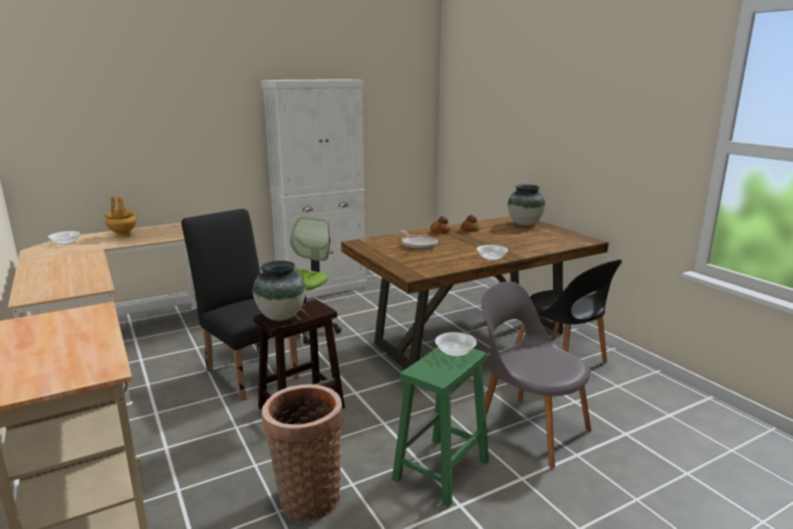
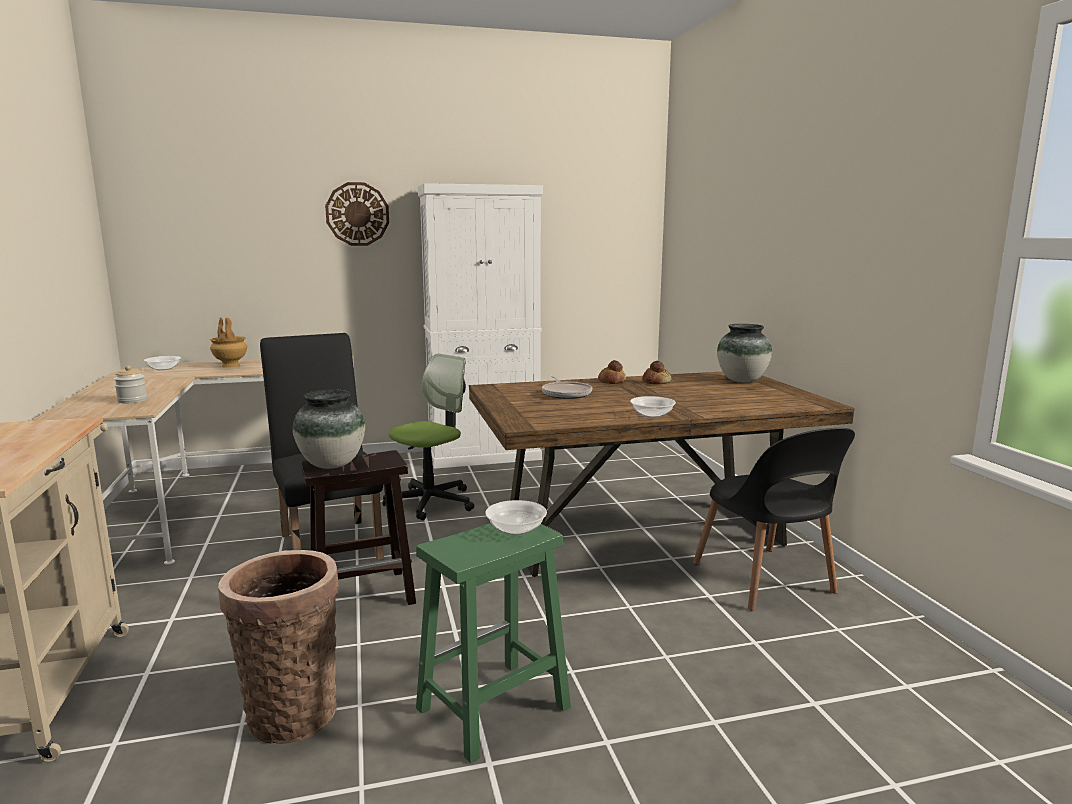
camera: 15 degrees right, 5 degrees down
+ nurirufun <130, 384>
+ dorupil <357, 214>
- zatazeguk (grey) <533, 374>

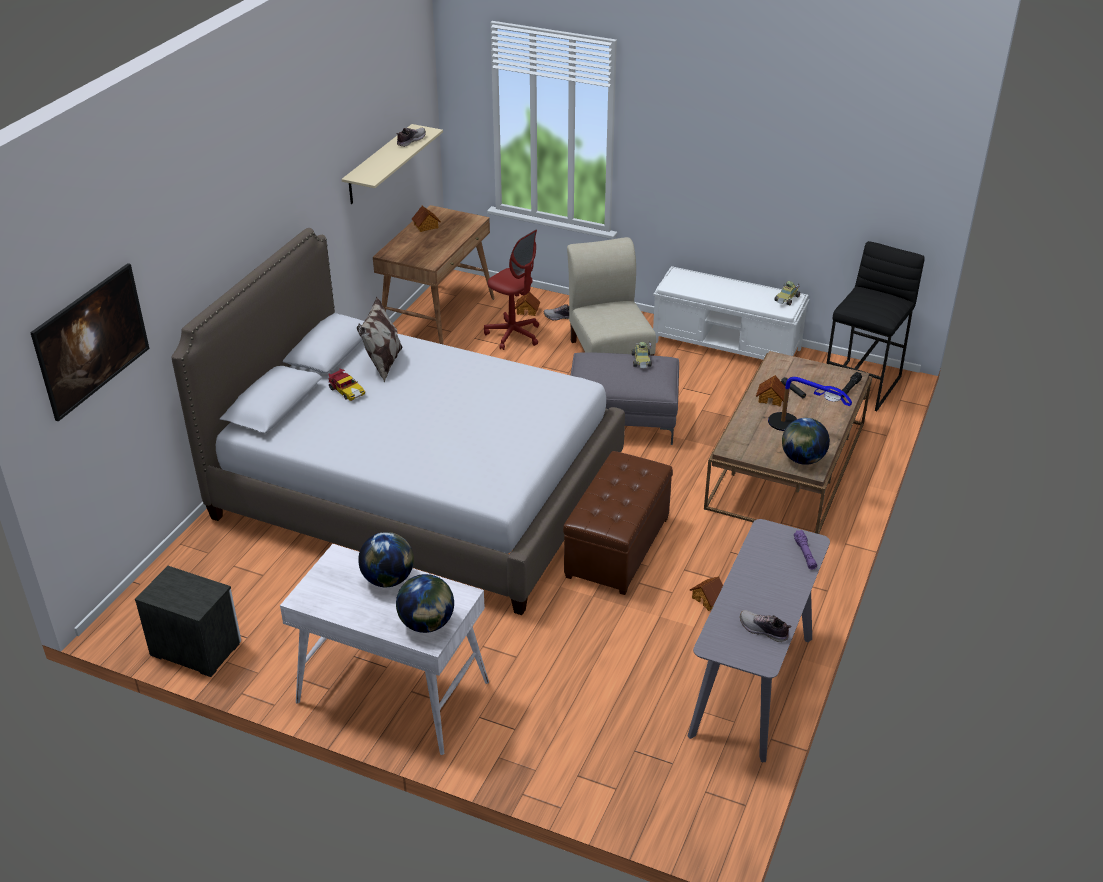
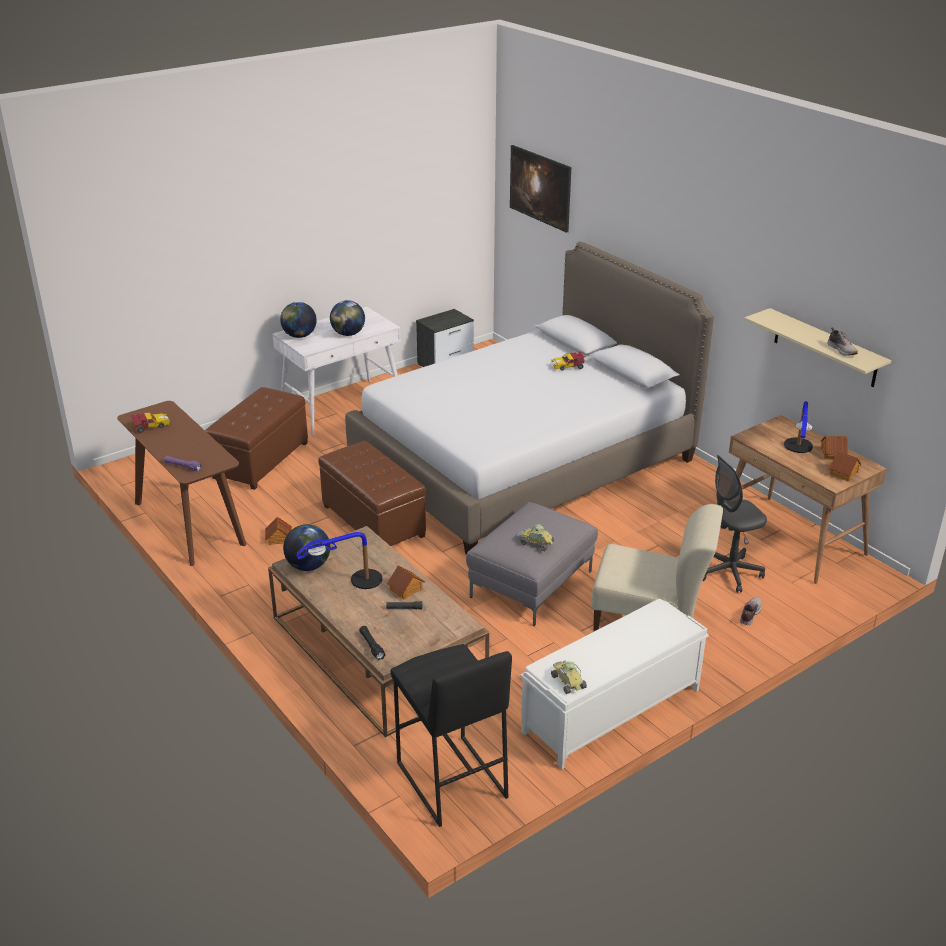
camera: 120 degrees right, 5 degrees down
~ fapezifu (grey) <759, 640> to fapezifu (brown) <182, 483>
~ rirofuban <765, 626> to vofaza <150, 422>
+ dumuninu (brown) <256, 438>
~ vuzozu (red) <511, 290> to vuzozu (grey) <735, 524>
+ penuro <798, 427>
~ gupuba <527, 304> to <845, 466>
- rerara <380, 339>

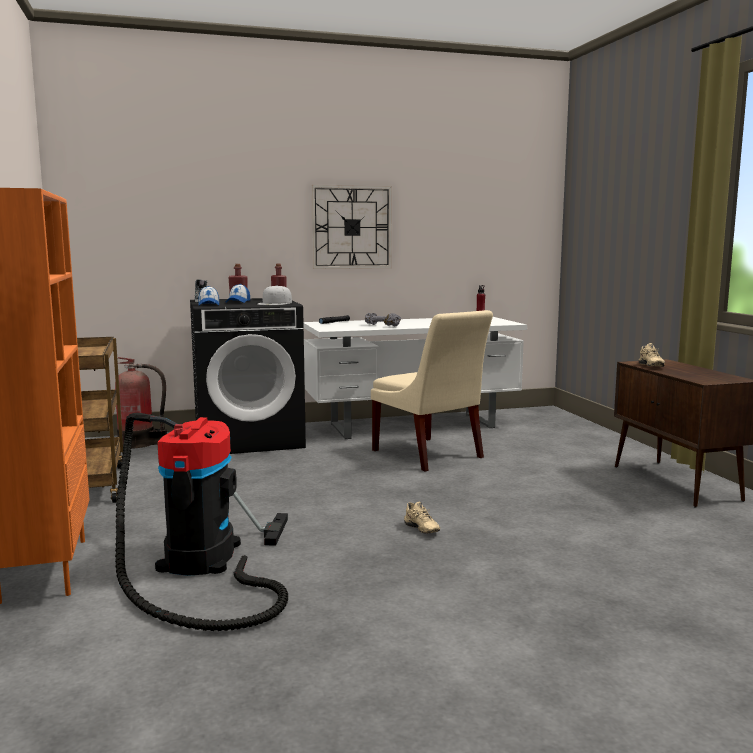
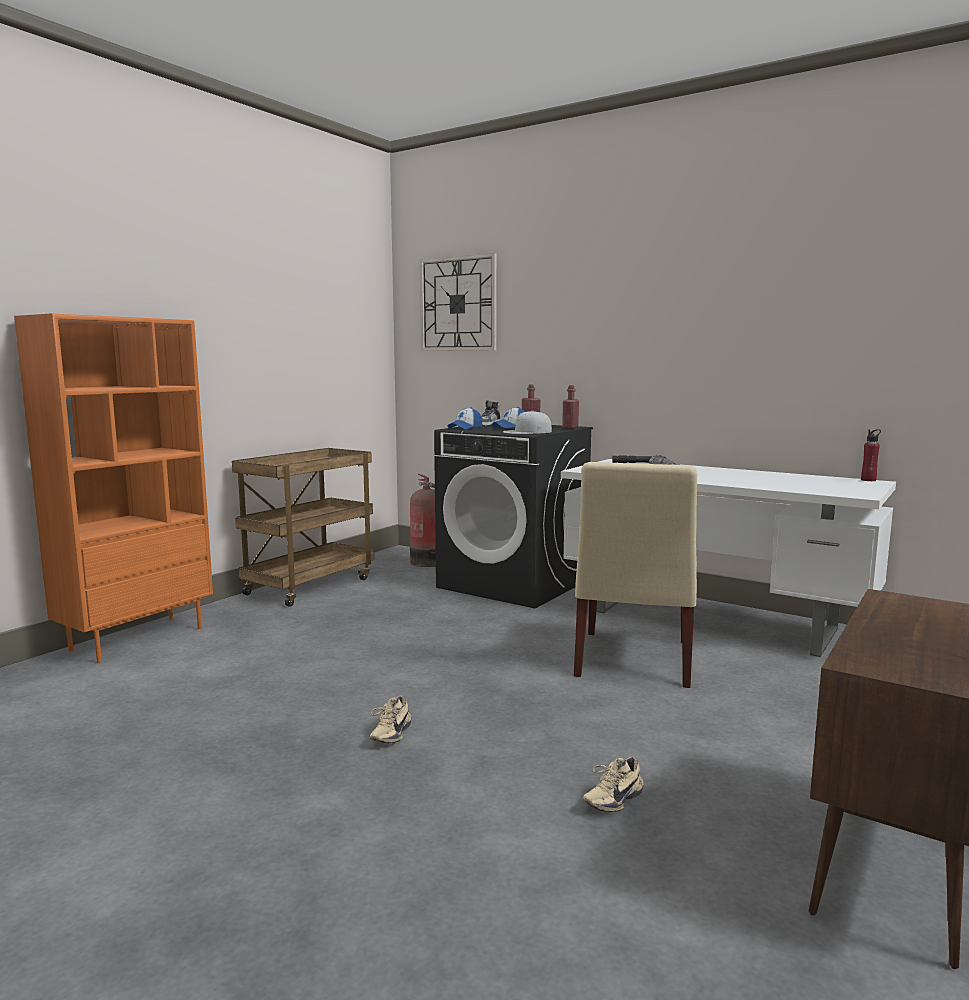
camera: 50 degrees right, 0 degrees up
~ dorupil <351, 227> to <458, 302>
~ rirofuban (beige) <652, 355> to <613, 784>
- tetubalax <201, 522>

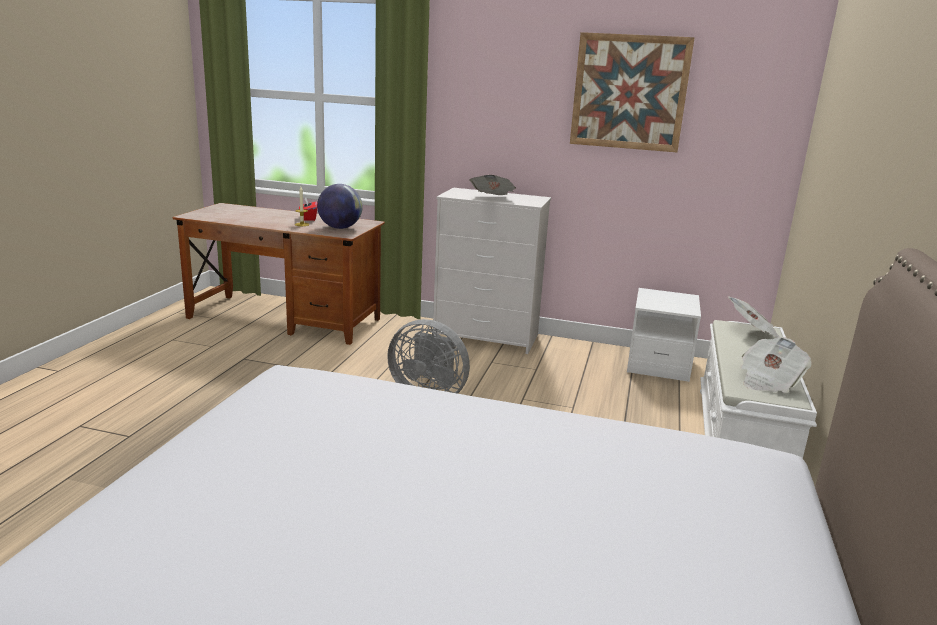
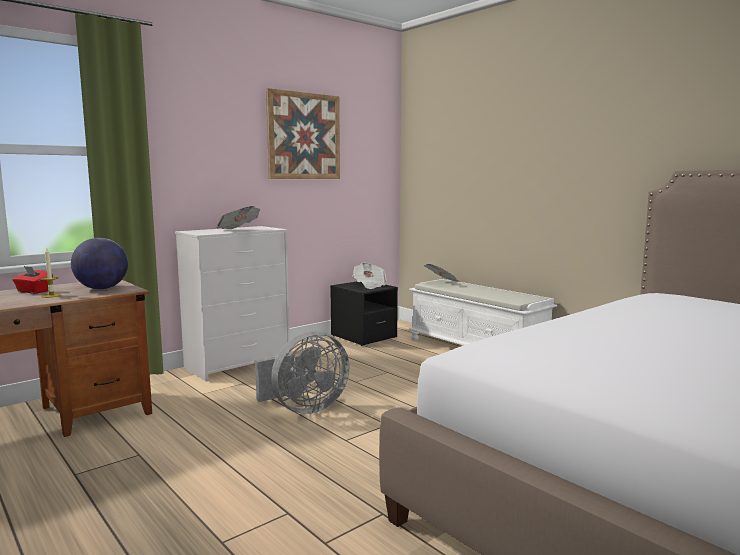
camera: 55 degrees left, 10 degrees down
~ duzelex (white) <664, 335> to duzelex (black) <364, 314>
~ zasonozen <776, 365> to <369, 276>

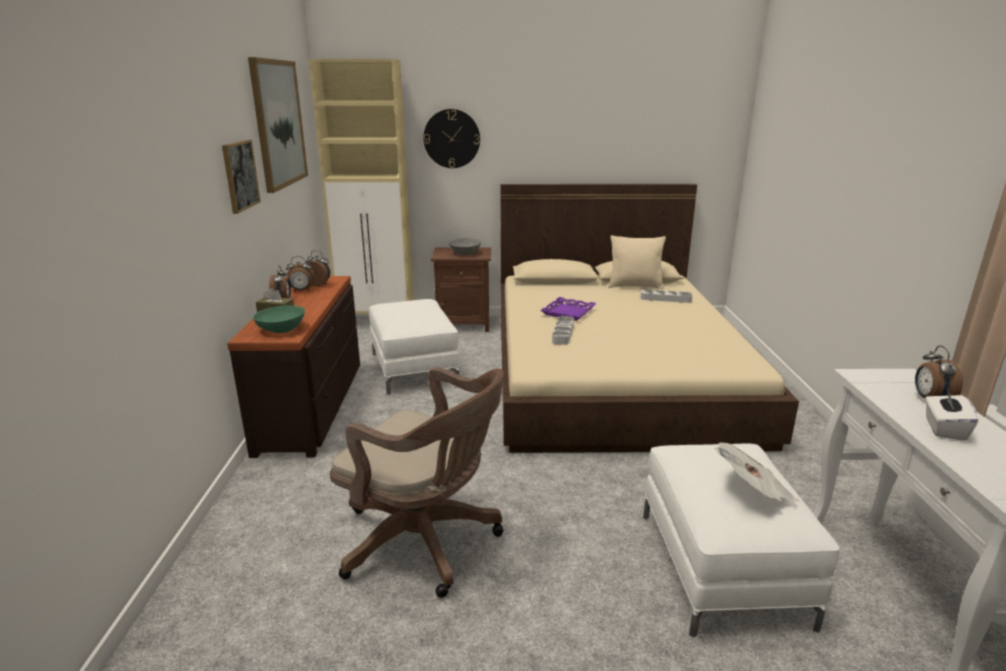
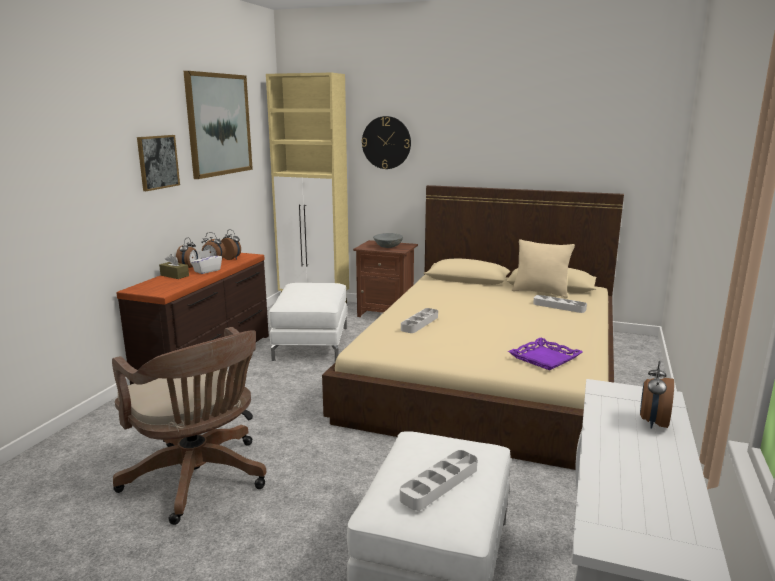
camera: 20 degrees right, 5 degrees down
~ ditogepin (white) <951, 414> to <206, 262>
~ zasonozen <756, 472> to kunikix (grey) <438, 480>
~ kunikix (purple) <569, 309> to <545, 353>
- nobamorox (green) <279, 319>

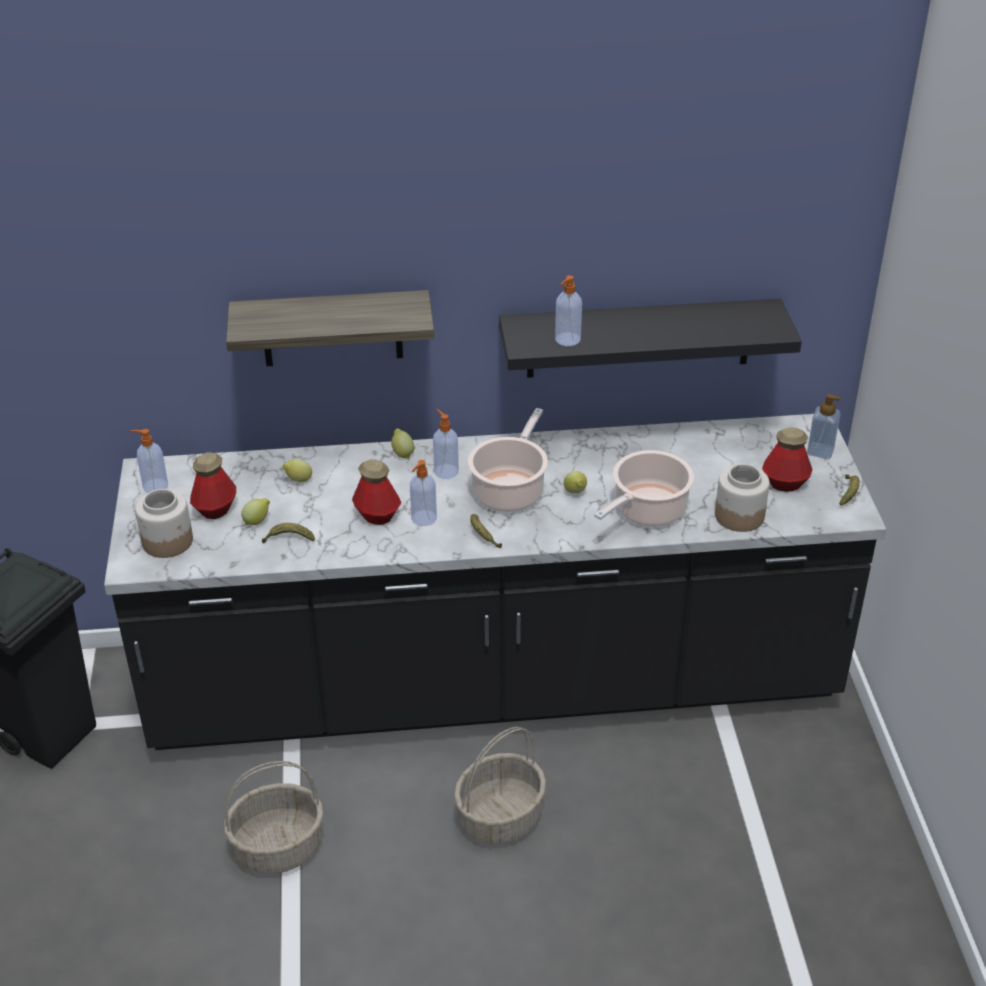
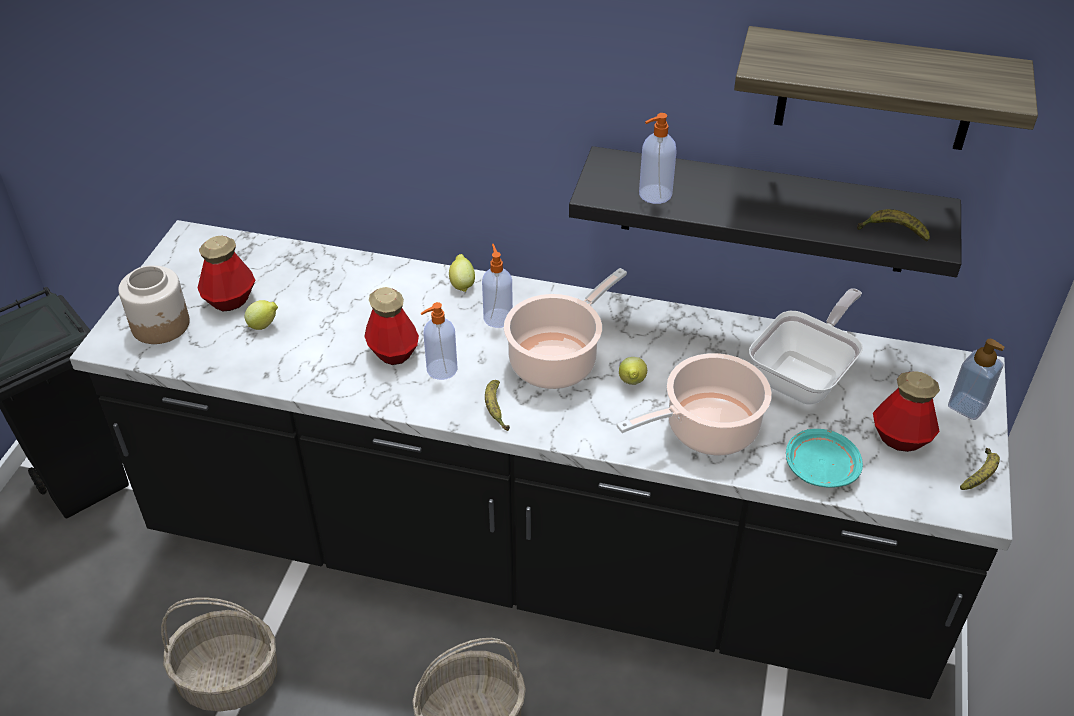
camera: 20 degrees right, 5 degrees up
~ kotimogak <330, 328> to <886, 88>
+ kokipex <806, 346>
~ nurirufun <742, 498> to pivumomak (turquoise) <824, 458>
~ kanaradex <288, 533> to <893, 225>
- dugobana <149, 461>
- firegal <297, 470>

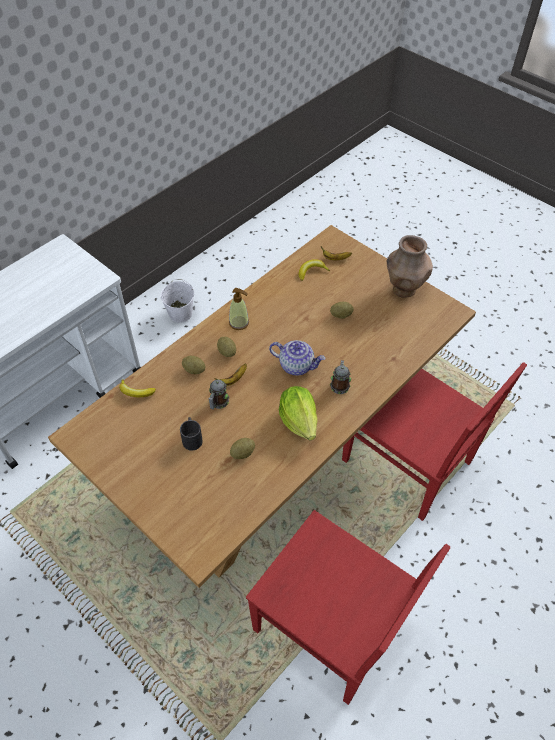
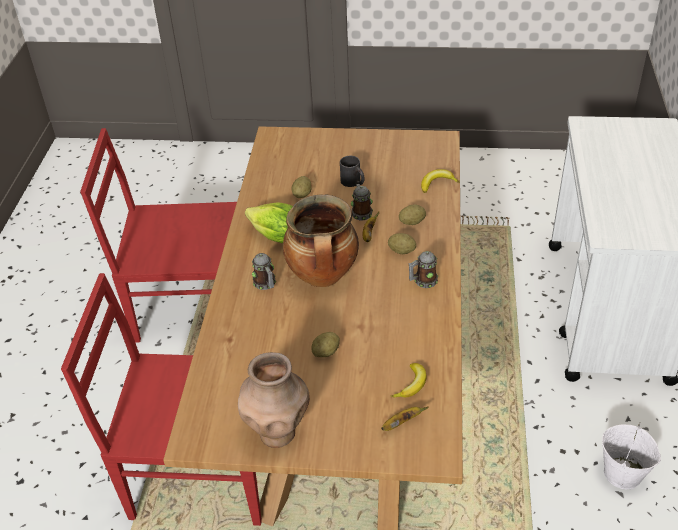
camera: 145 degrees right, 10 degrees down
~ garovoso <297, 357> to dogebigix <321, 241>
~ dugobana <239, 309> to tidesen <423, 269>

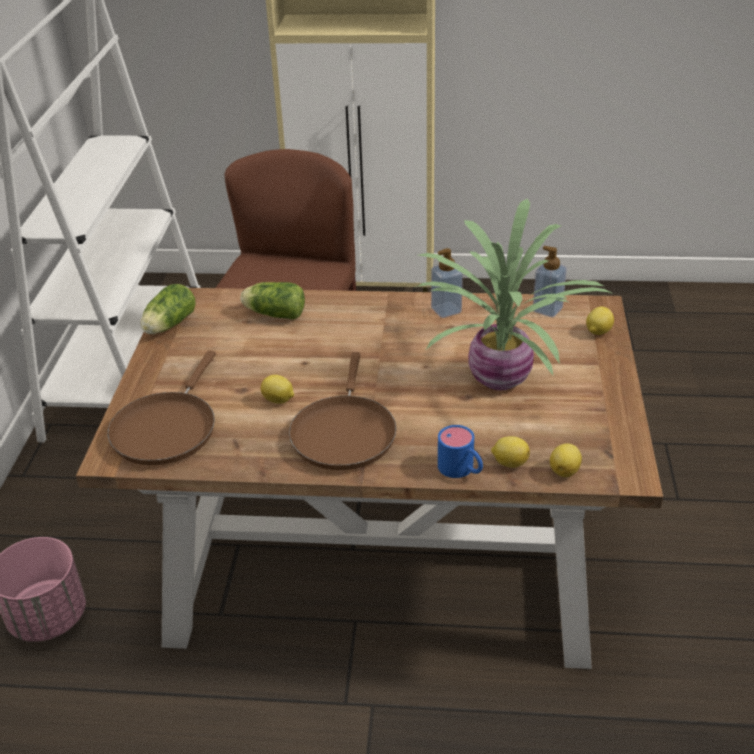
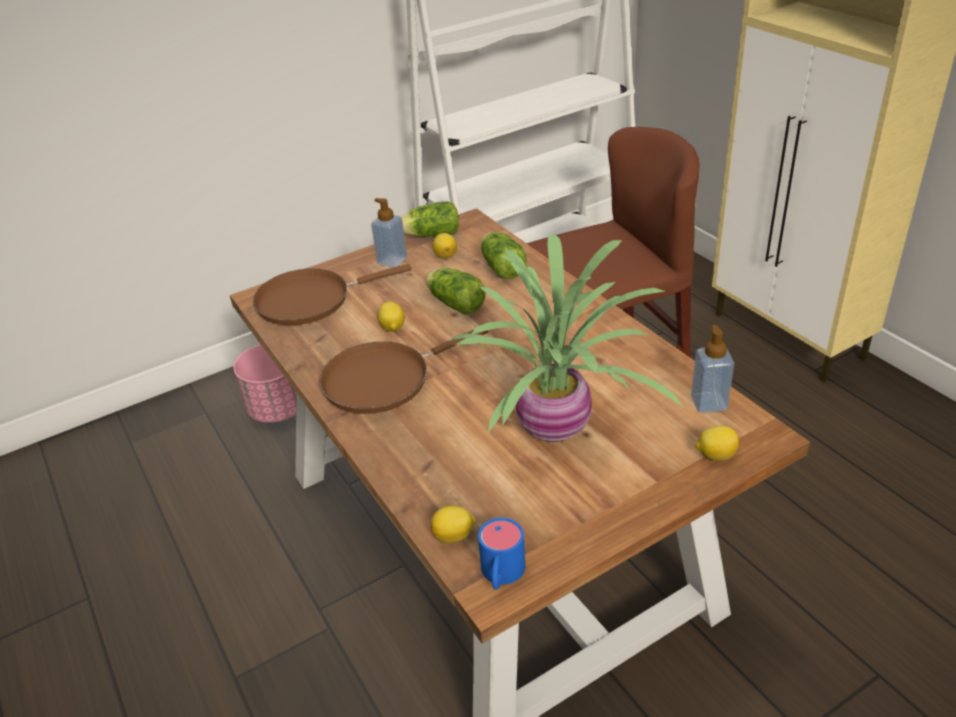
camera: 55 degrees right, 0 degrees up
~ dugobana <447, 283> to <389, 233>
+ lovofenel <456, 291>
~ firegal <510, 452> to <444, 246>
~ tidesen (blue) <460, 451> to <501, 554>

